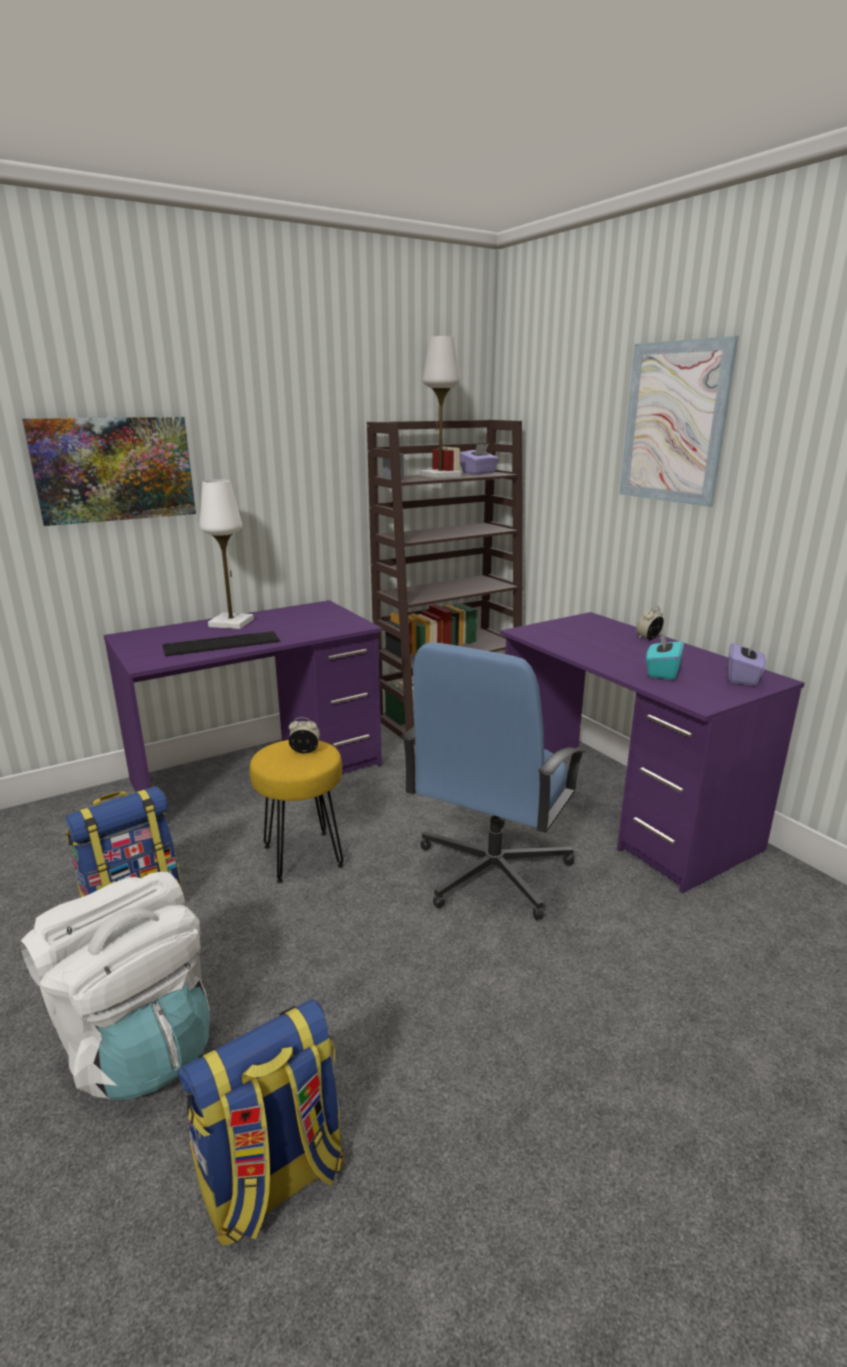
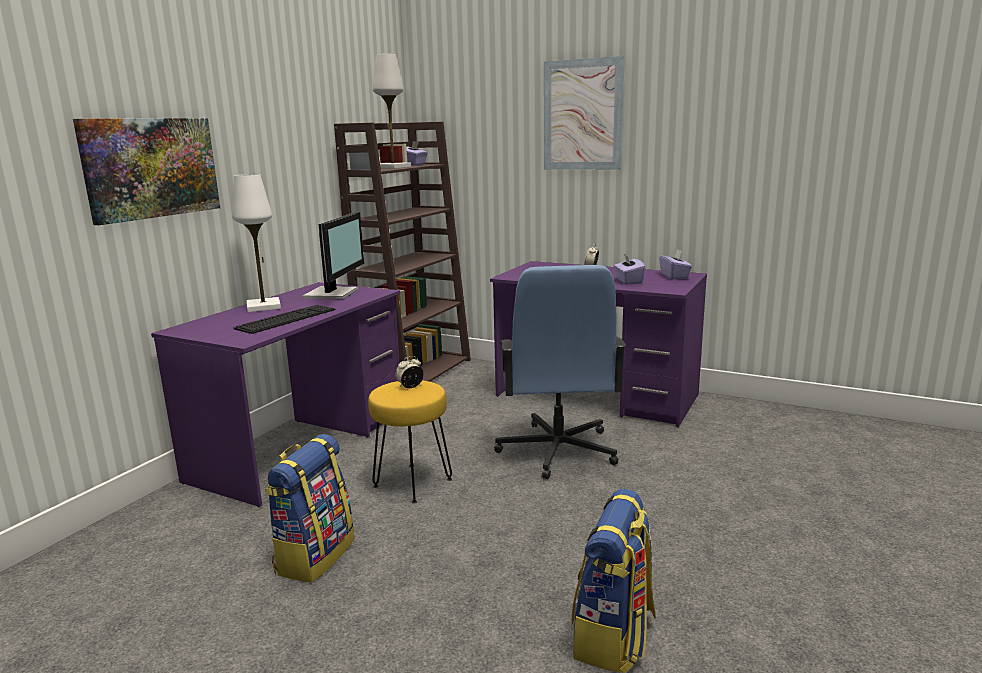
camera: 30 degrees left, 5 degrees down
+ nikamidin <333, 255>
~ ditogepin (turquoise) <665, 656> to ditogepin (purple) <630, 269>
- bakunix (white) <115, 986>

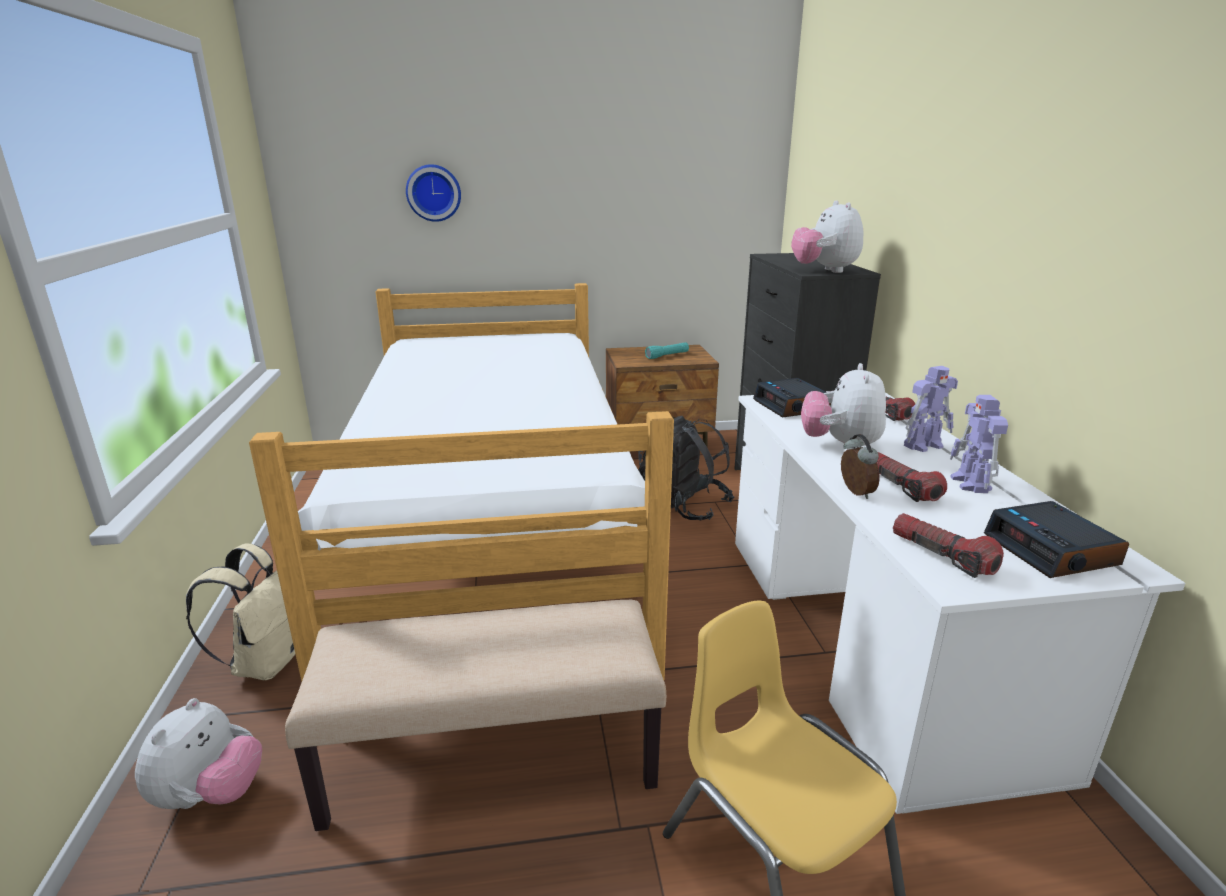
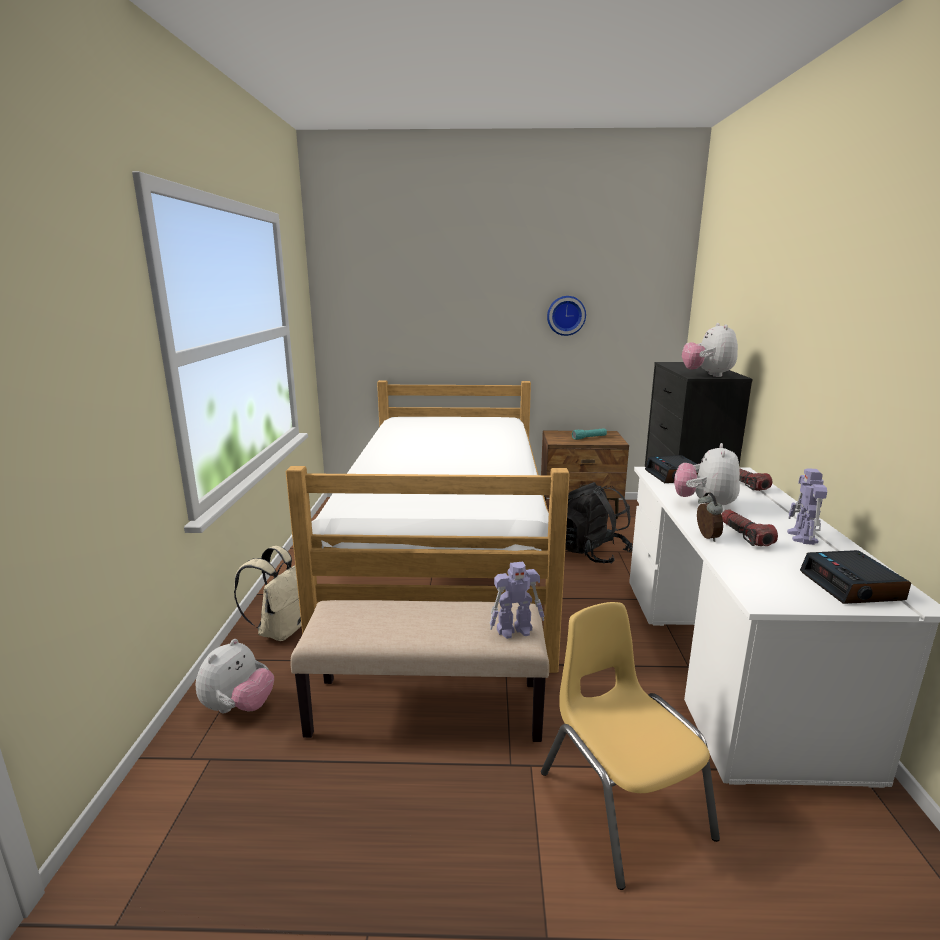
camera: 10 degrees right, 5 degrees down
~ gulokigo <931, 409> to <517, 600>
~ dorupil <433, 193> to <566, 316>
- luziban <948, 545>

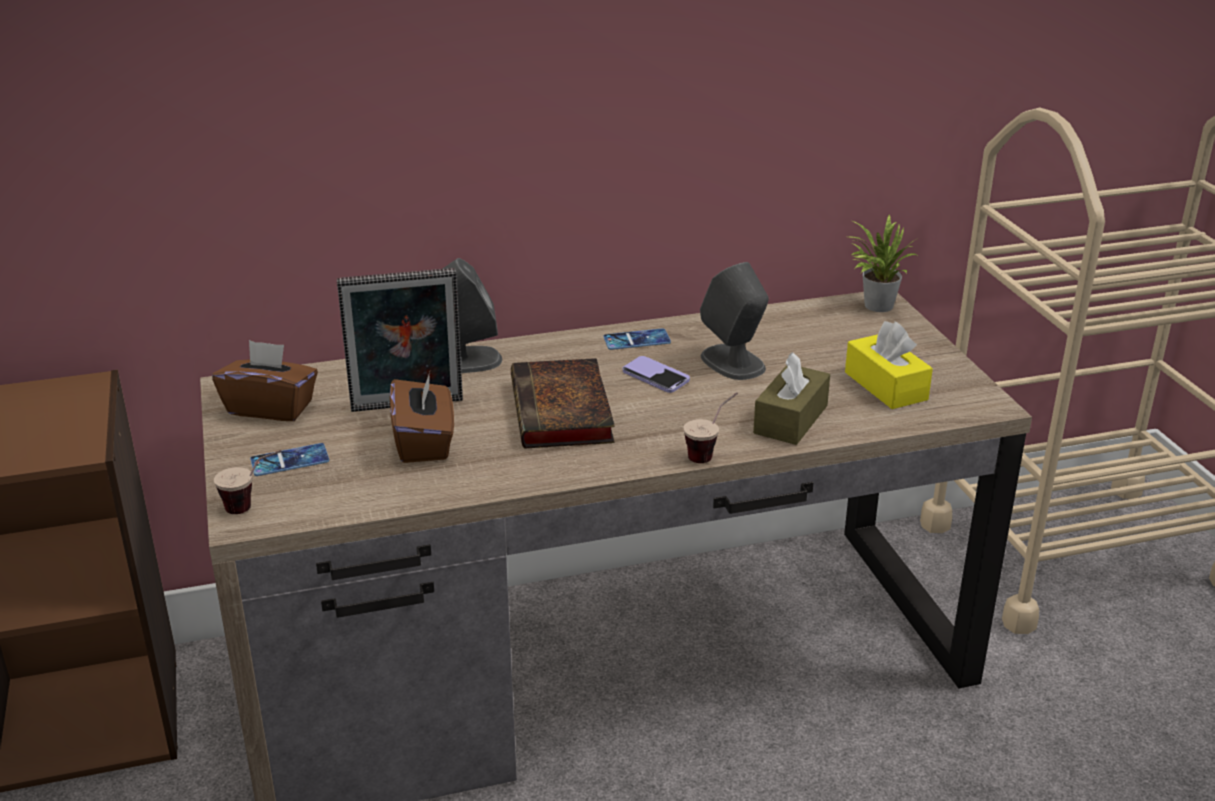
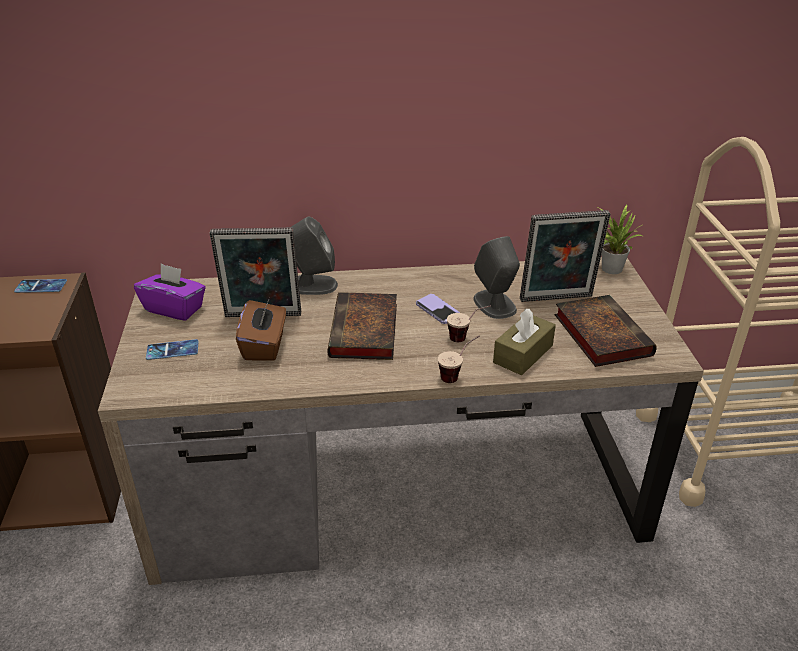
camera: 10 degrees right, 5 degrees up
~ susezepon <637, 339> to <40, 286>
~ ditogepin (brown) <265, 380> to ditogepin (purple) <170, 292>
~ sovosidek <247, 482> to <469, 323>
+ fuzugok <565, 256>
~ ditogepin (yellow) <889, 365> to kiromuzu <606, 331>

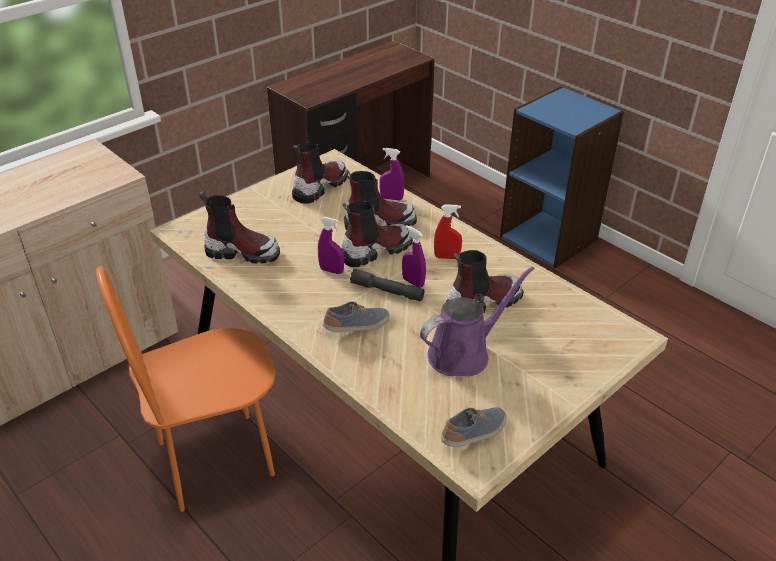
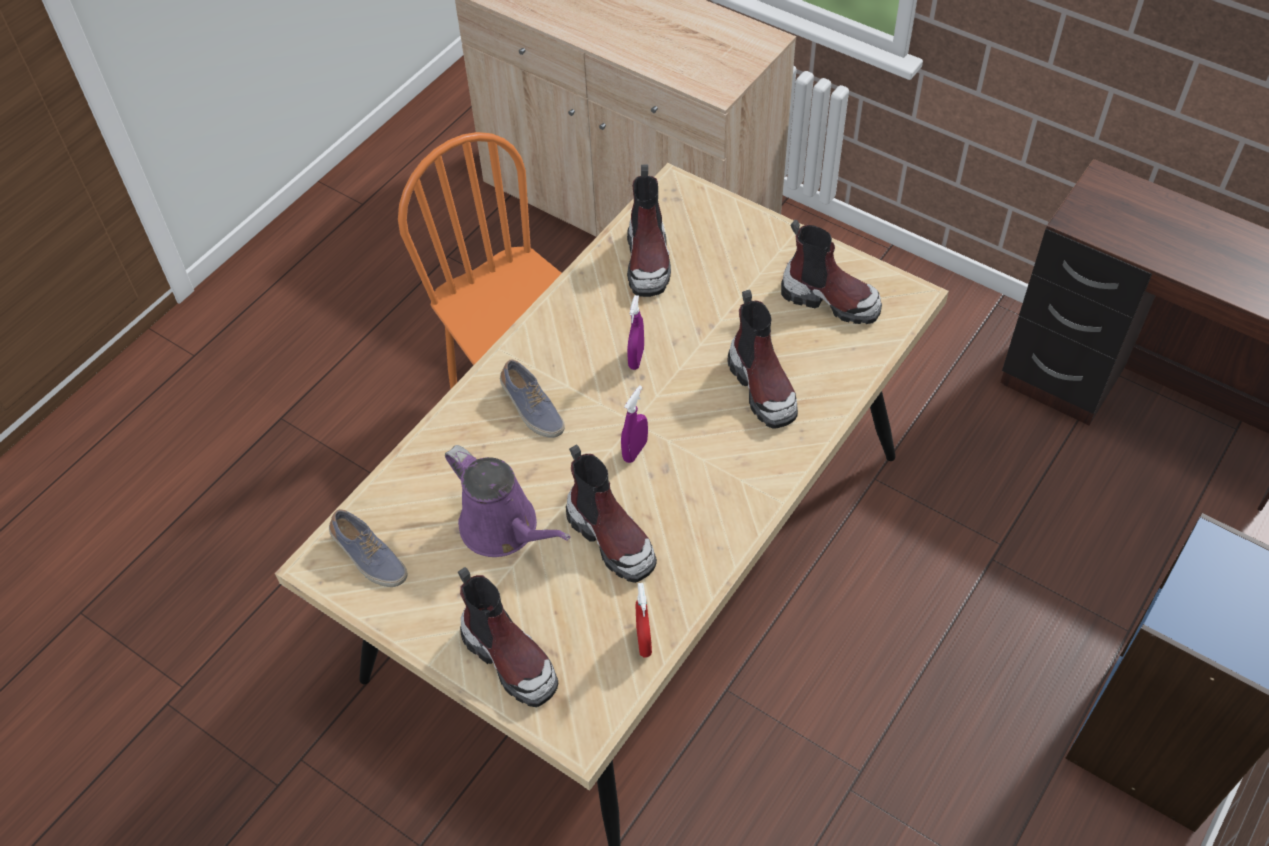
camera: 80 degrees right, 15 degrees up
~ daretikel <377, 234> to <508, 637>
~ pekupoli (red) <448, 231> to <644, 620>
- luziban (grey) <387, 285>
- pekupoli (purple) <391, 174>

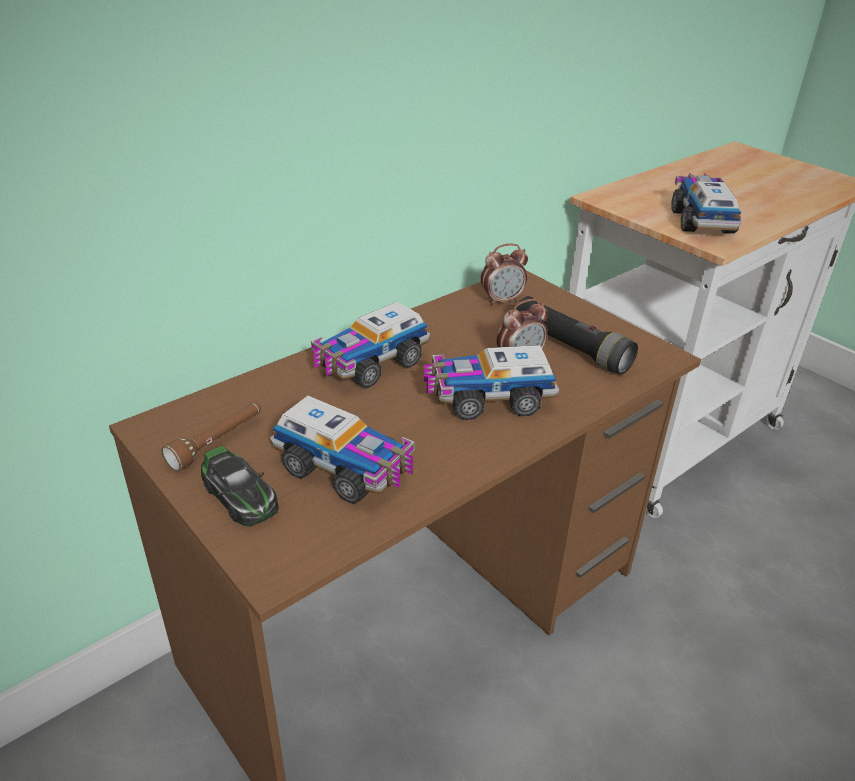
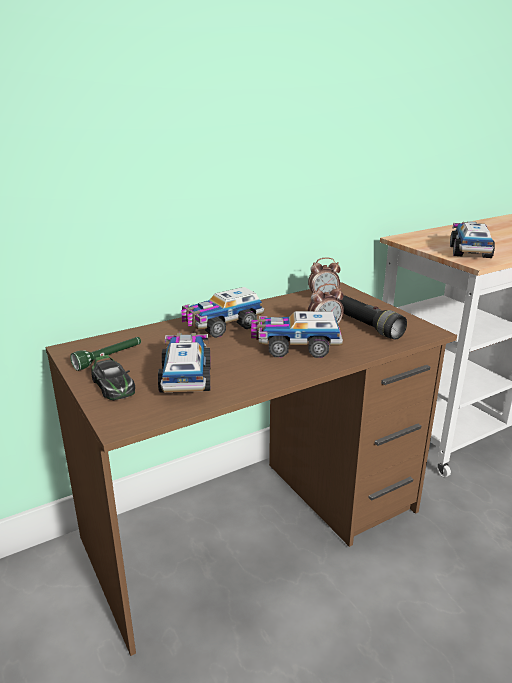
camera: 10 degrees right, 10 degrees down
~ luziban (brown) <211, 436> to luziban (green) <105, 354>
~ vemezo <342, 450> = <184, 363> 135 degrees counterclockwise

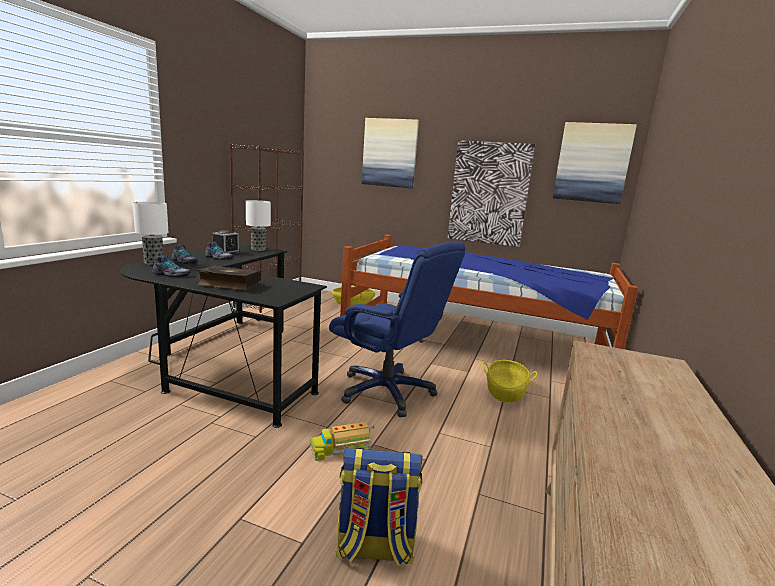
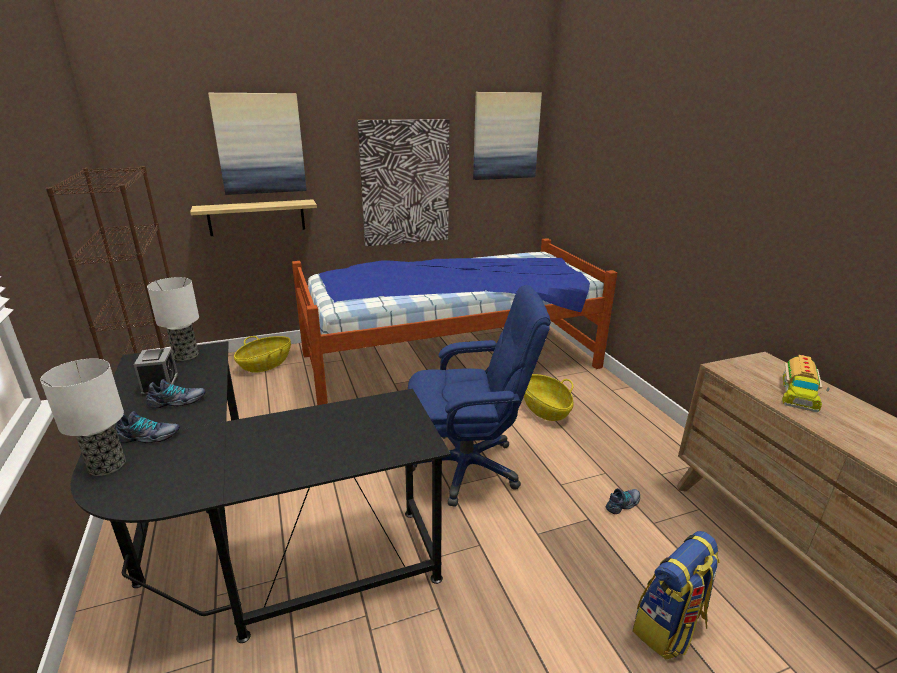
camera: 40 degrees left, 10 degrees up
+ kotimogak <253, 217>
~ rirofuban <171, 266> to <623, 501>
~ vemezo <342, 441> to <806, 383>
- kiromuzu <229, 278>

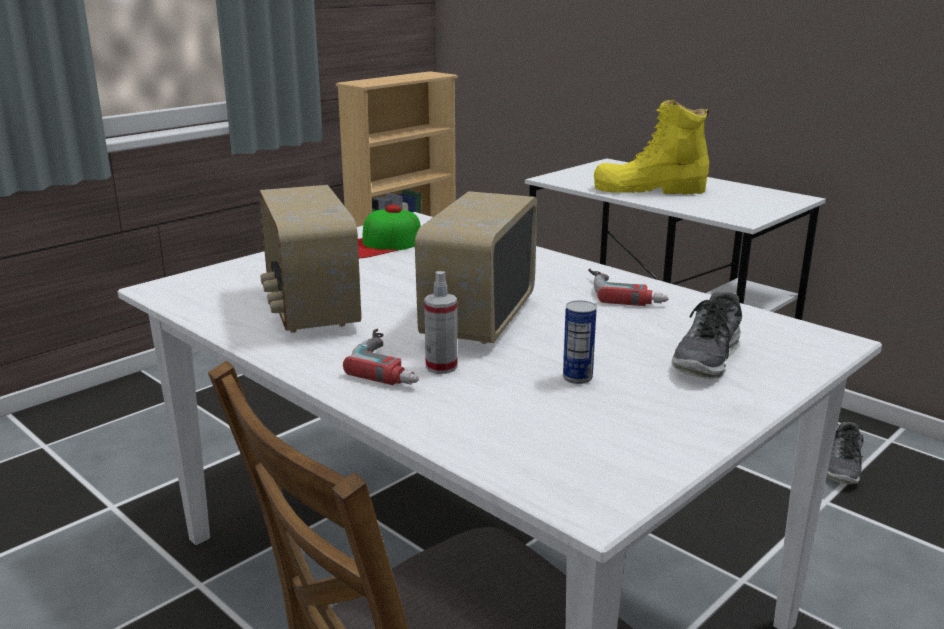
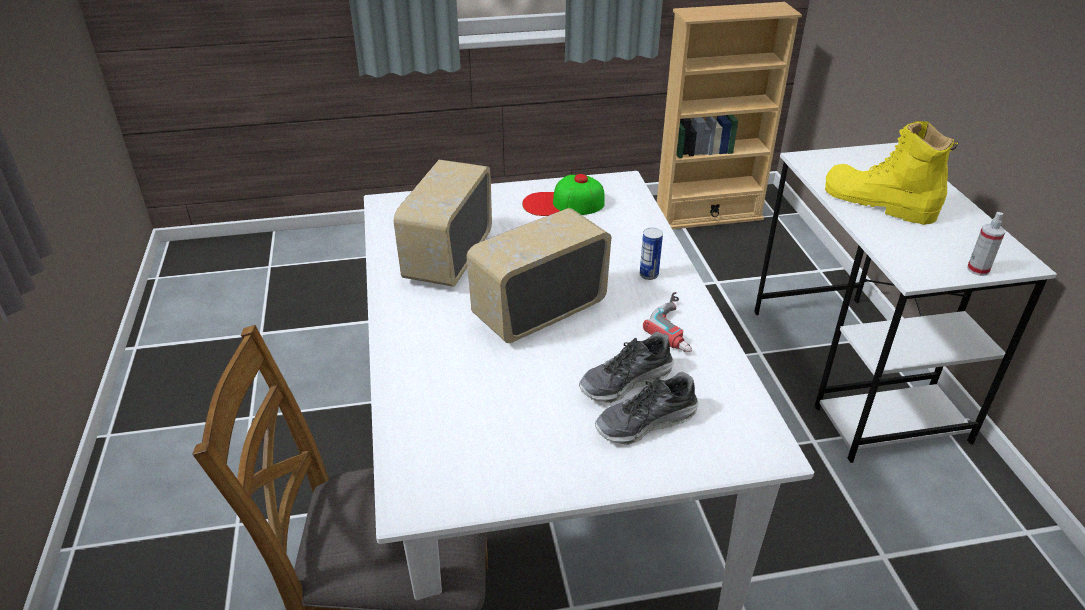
camera: 35 degrees right, 15 degrees up
~ rirofuban <845, 453> to <626, 367>
~ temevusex <580, 342> to <651, 254>
~ pekupoli <440, 322> to <986, 244>
- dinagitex <381, 357>

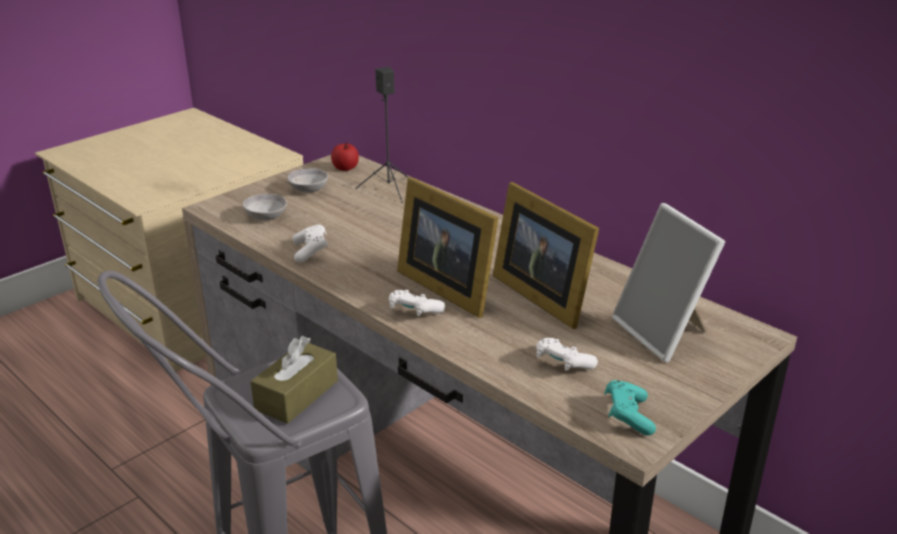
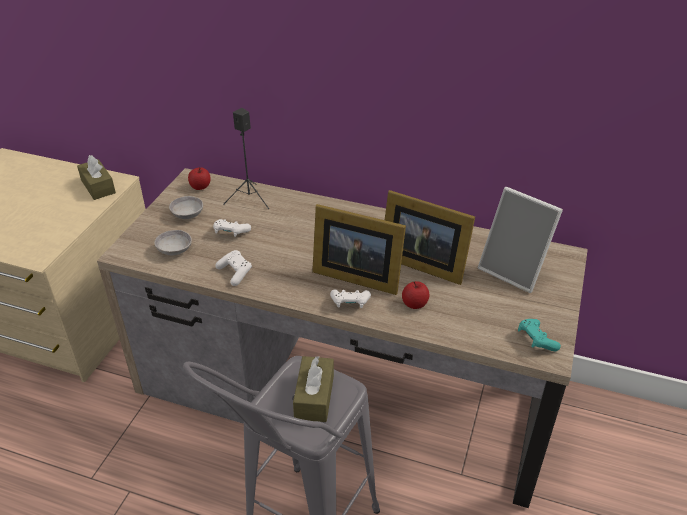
camera: 25 degrees left, 10 degrees up
+ ditogepin (brown) <96, 177>
~ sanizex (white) <567, 354> to <232, 228>
+ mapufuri <416, 295>

